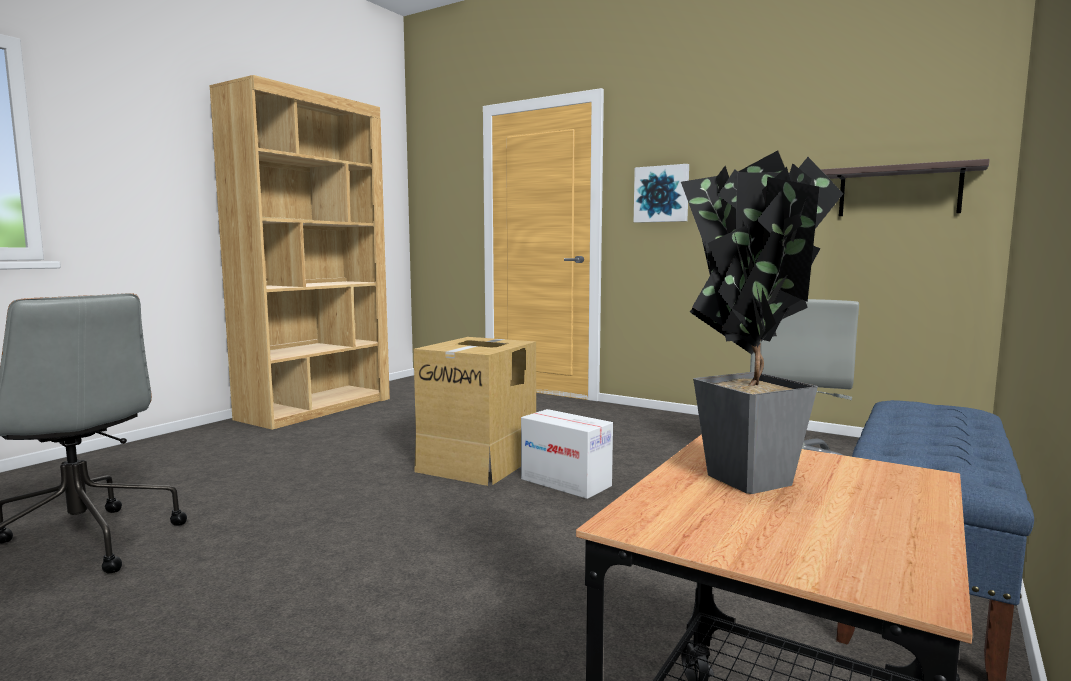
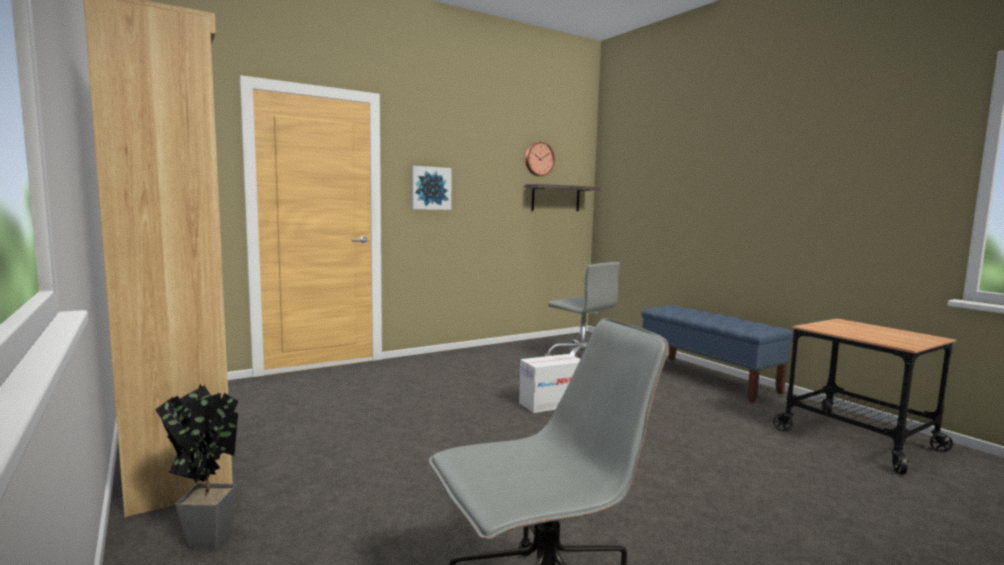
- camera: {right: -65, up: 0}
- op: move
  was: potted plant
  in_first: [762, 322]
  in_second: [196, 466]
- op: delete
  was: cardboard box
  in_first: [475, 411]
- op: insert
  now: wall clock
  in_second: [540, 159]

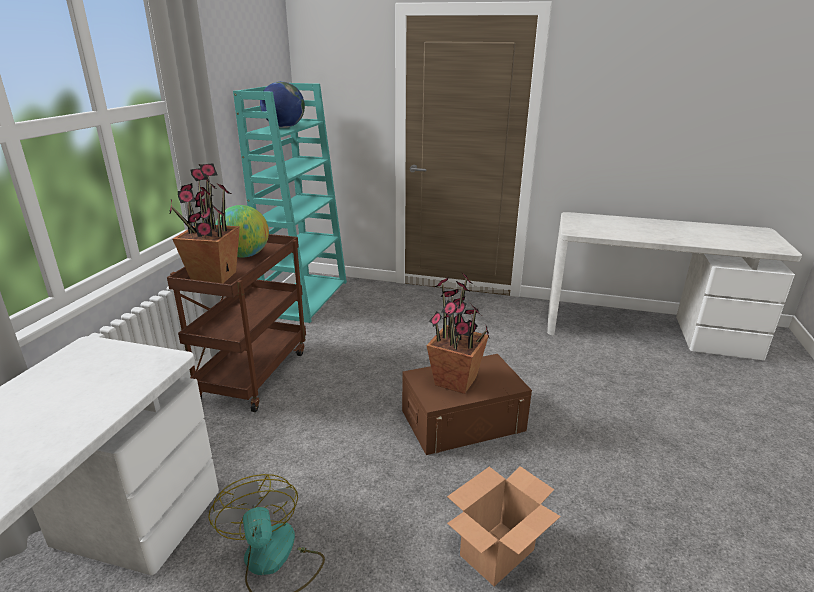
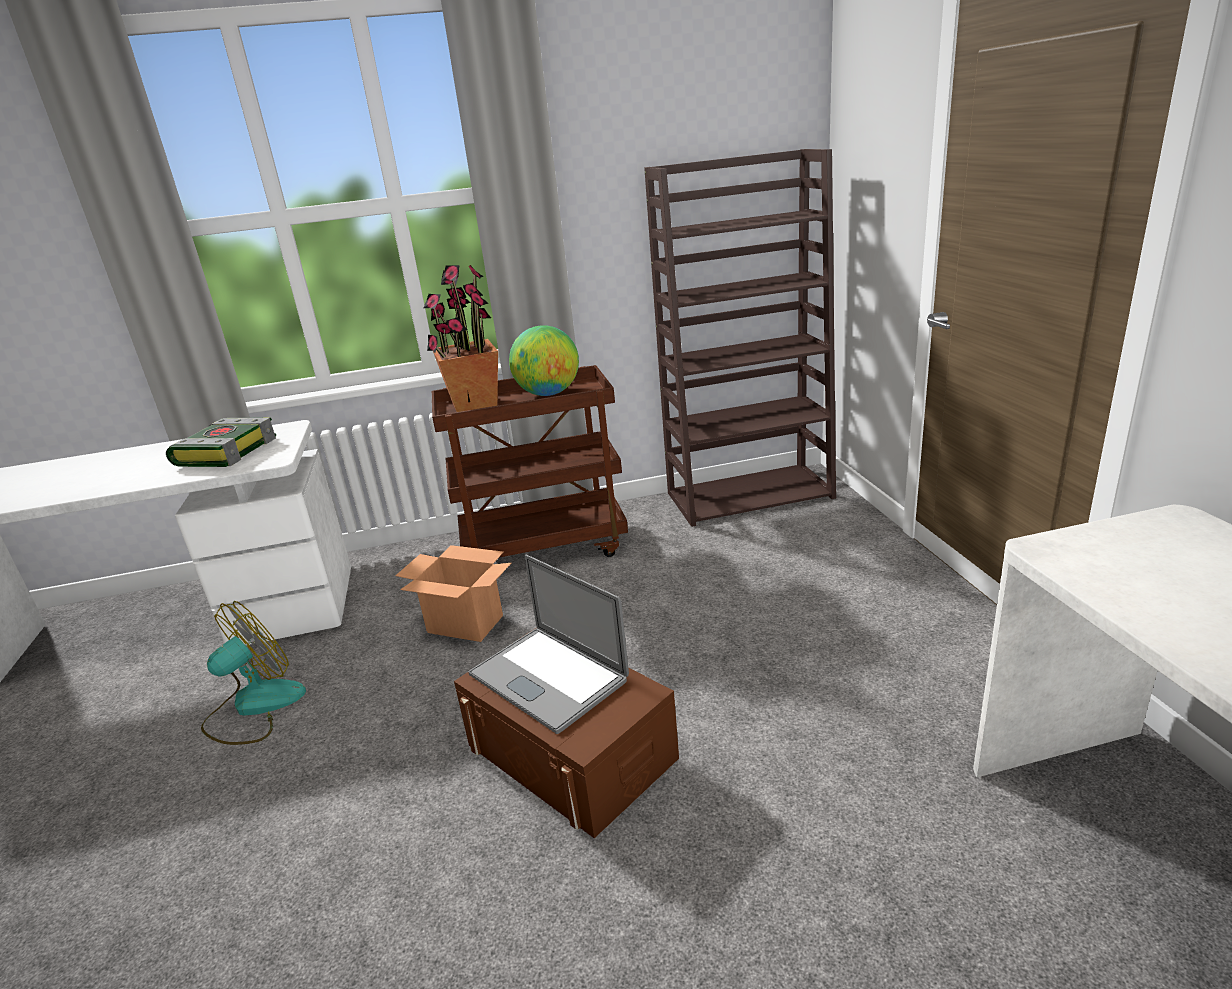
- camera: {right: 65, up: 0}
- op: delete
  was: globe
  in_first: [282, 104]
- op: recolor
  was: bookcase (turquoise)
  now: bookcase (brown)
  in_first: [290, 203]
  in_second: [740, 338]
- op: replace
  was: potted plant
  now: laptop
  in_first: [457, 333]
  in_second: [549, 644]
- op: move
  was: cardboard box
  in_first: [504, 526]
  in_second: [453, 593]
- op: insert
  now: book
  in_second: [221, 442]

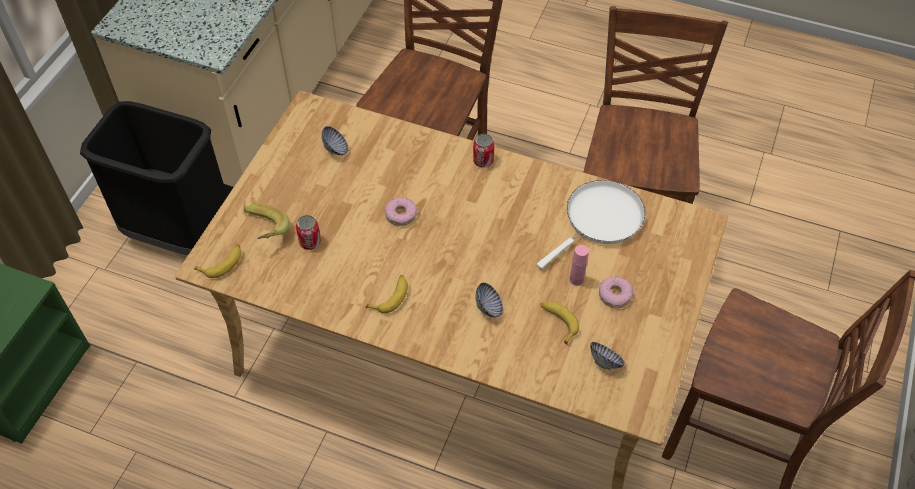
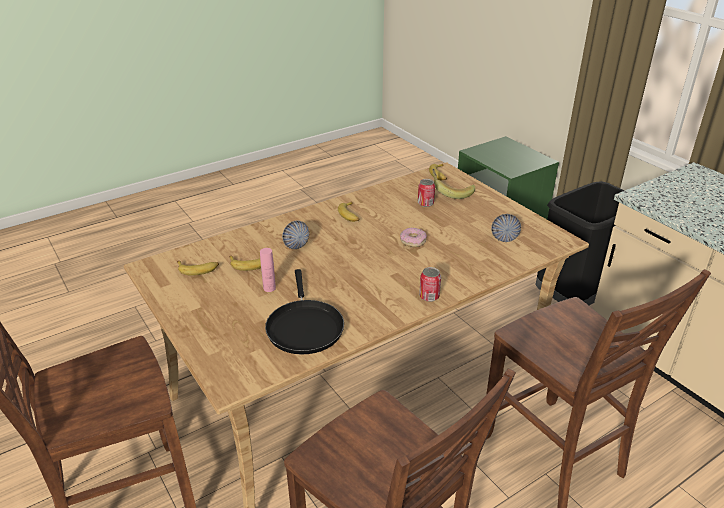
- camera: {right: 125, up: -20}
- op: recolor
  was: frying pan (white)
  now: frying pan (black)
  in_first: [591, 224]
  in_second: [304, 312]
- op: delete
  was: donut
  in_first: [616, 292]
- op: replace
  was: bowl
  now: banana
  in_first: [607, 356]
  in_second: [198, 268]

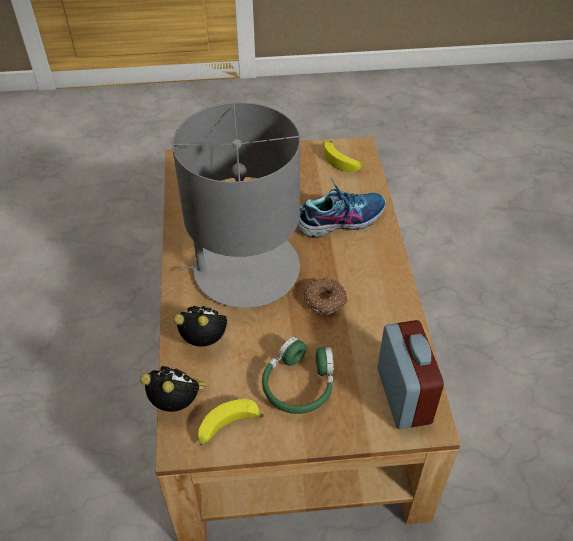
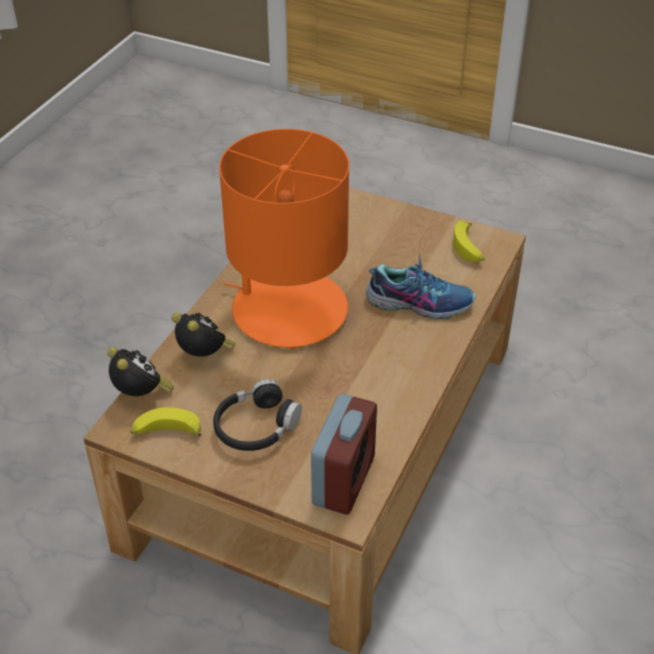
- camera: {right: 30, up: -5}
- op: recolor
  was: table lamp (grey)
  now: table lamp (orange)
  in_first: [236, 205]
  in_second: [284, 239]
- op: delete
  was: donut
  in_first: [325, 296]
- op: recolor
  was: headphones (green)
  now: headphones (black)
  in_first: [298, 375]
  in_second: [257, 415]

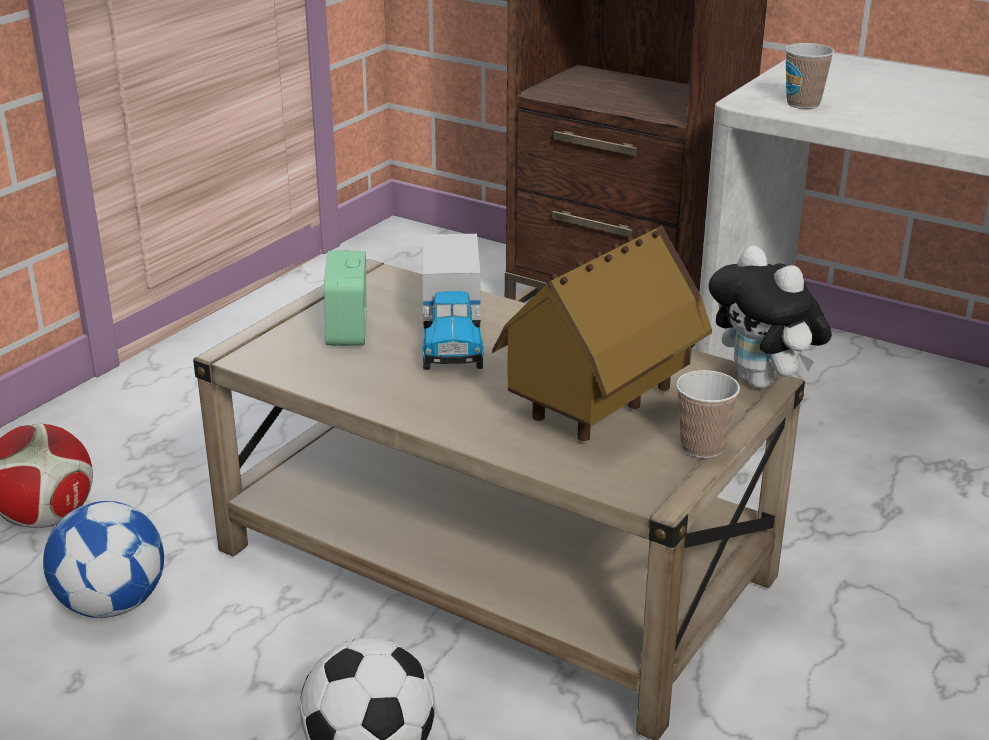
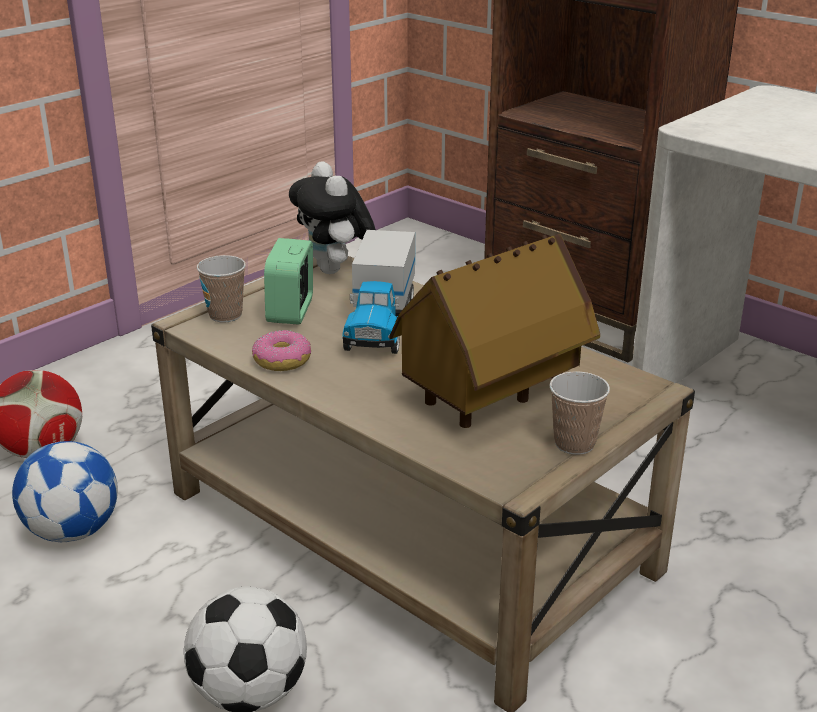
- camera: {right: 10, up: 0}
- op: move
  was: cup
  in_first: [809, 76]
  in_second: [221, 288]
- op: move
  was: plush toy
  in_first: [770, 317]
  in_second: [332, 217]
- op: insert
  now: donut
  in_second: [281, 350]

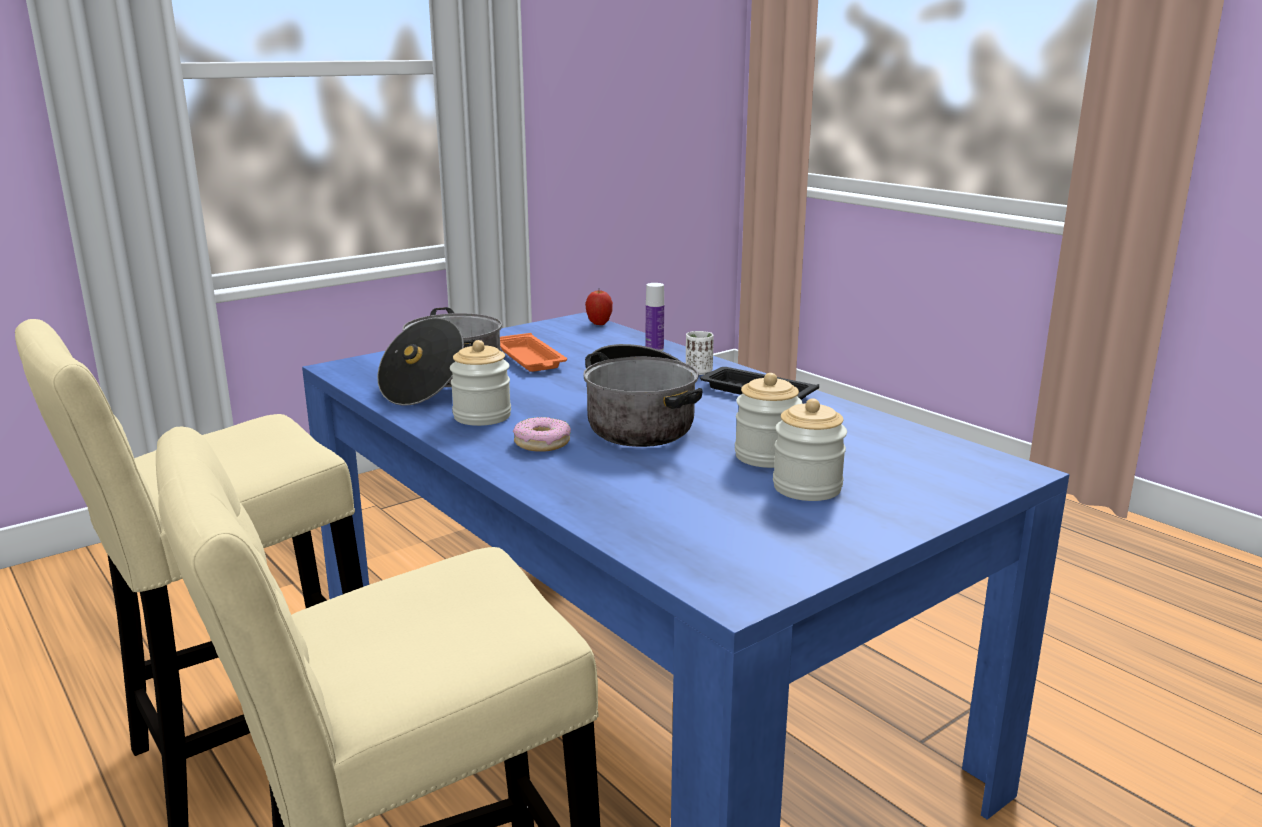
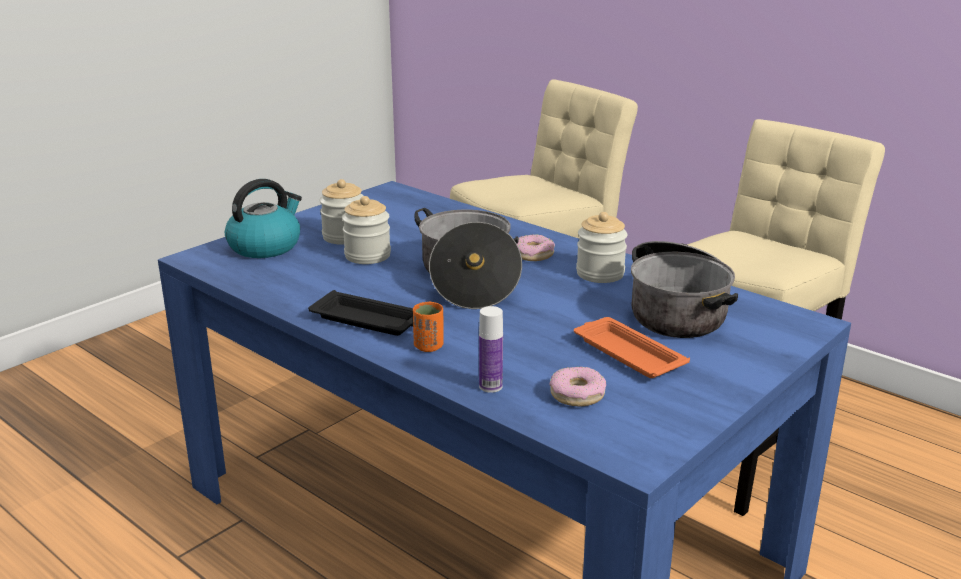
- camera: {right: 170, up: 5}
- op: delete
  was: apple
  in_first: [599, 307]
- op: recolor
  was: cup (white)
  now: cup (orange)
  in_first: [700, 353]
  in_second: [428, 327]
- op: insert
  now: kettle
  in_second: [263, 218]
- op: insert
  now: donut
  in_second: [577, 386]

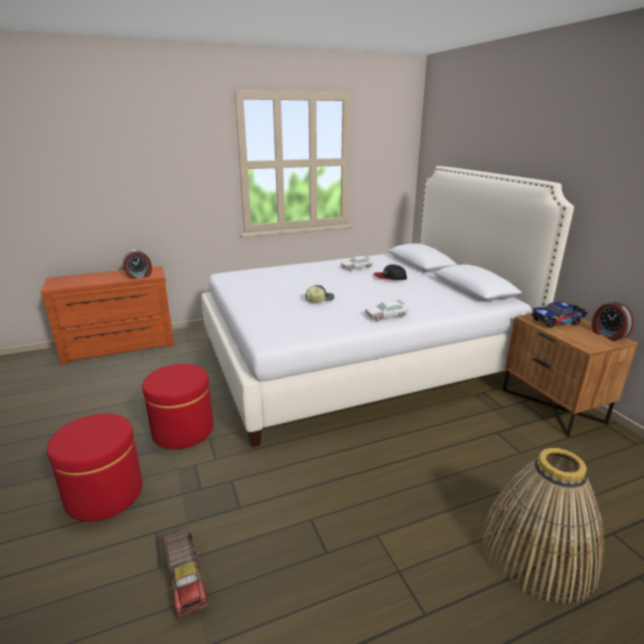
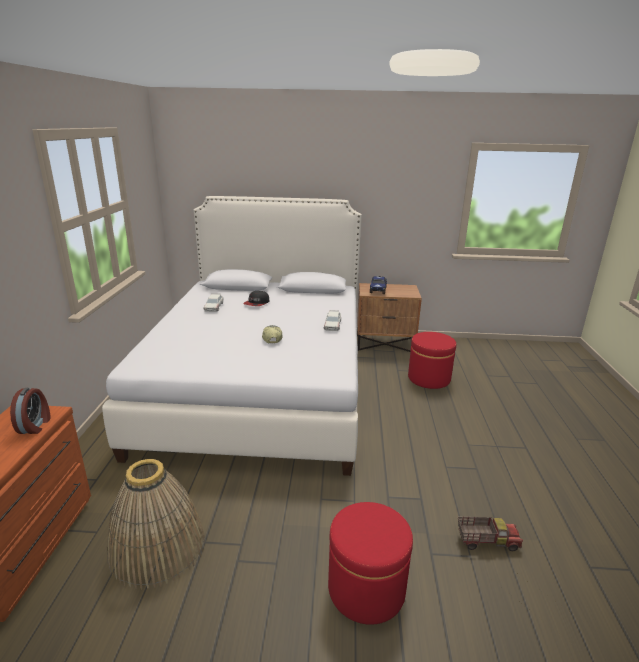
- camera: {right: -65, up: 0}
- op: delete
  was: alarm clock
  in_first: [613, 321]
- op: move
  was: ottoman (red)
  in_first: [178, 406]
  in_second: [432, 360]
- op: move
  was: basket
  in_first: [543, 526]
  in_second: [156, 524]

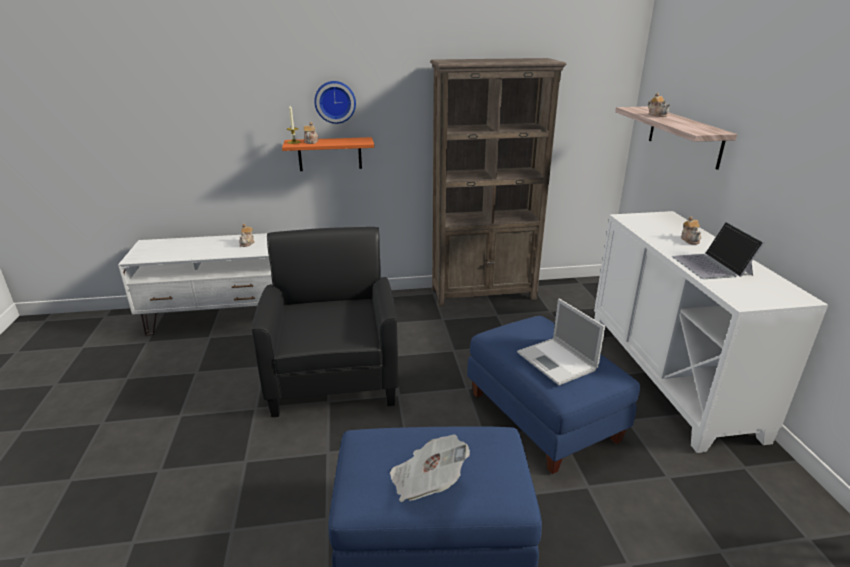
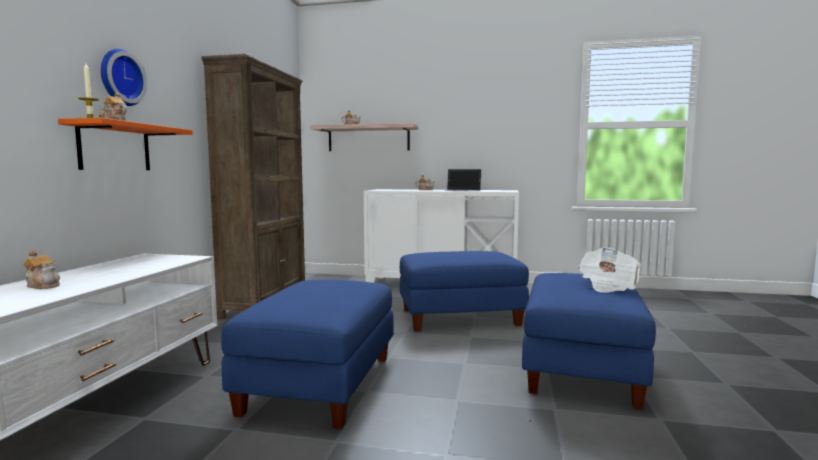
- camera: {right: -70, up: -20}
- op: replace
  was: armchair (black)
  now: ottoman (blue)
  in_first: [325, 322]
  in_second: [307, 354]
- op: delete
  was: laptop
  in_first: [561, 342]

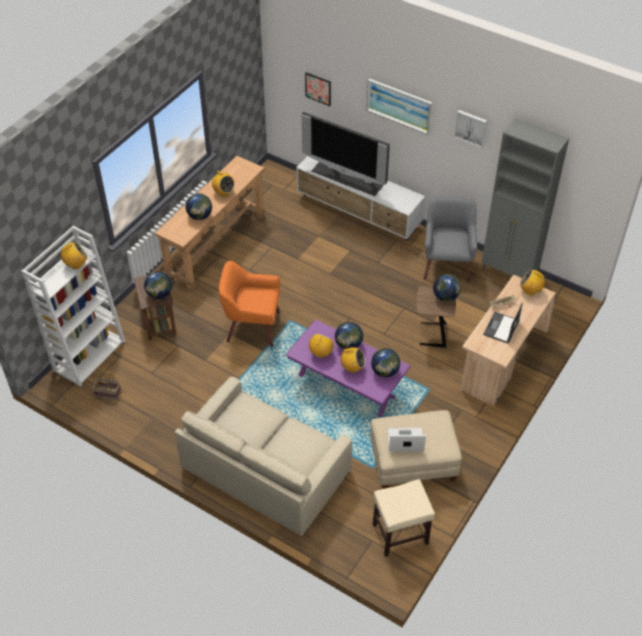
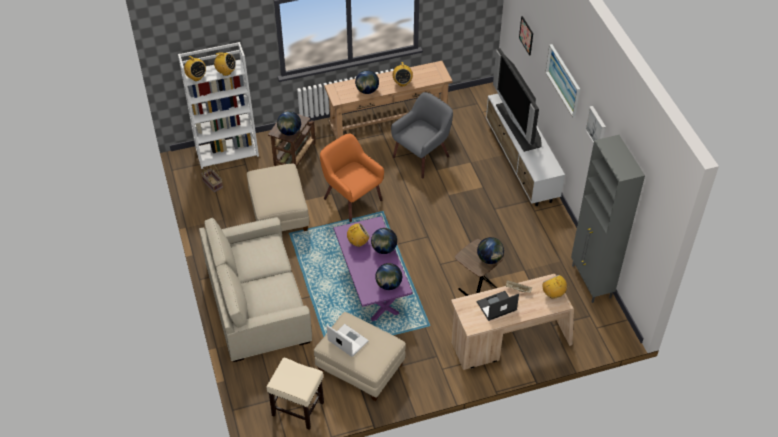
- camera: {right: 40, up: 0}
- op: move
  was: armchair (grey)
  in_first: [450, 239]
  in_second: [422, 135]
- op: move
  was: radio
  in_first: [353, 360]
  in_second: [195, 68]
- op: insert
  now: ottoman (beige)
  in_second: [278, 197]

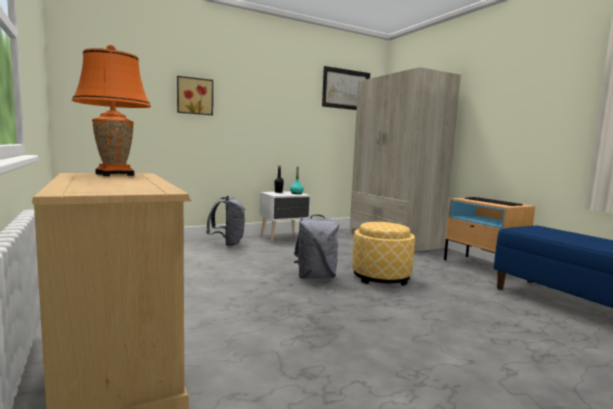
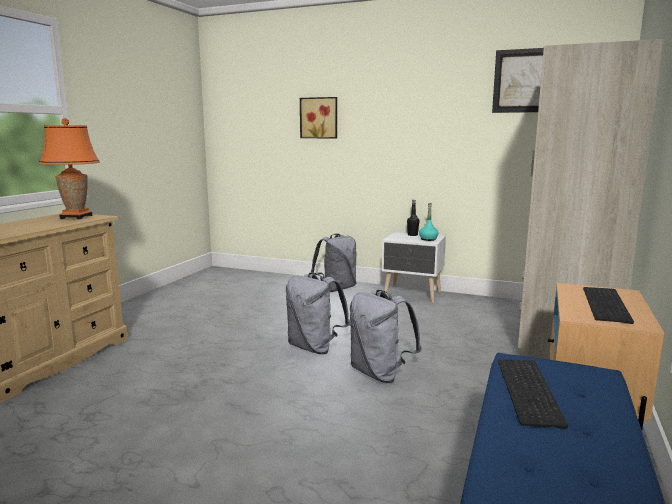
- camera: {right: 50, up: 5}
- op: replace
  was: ottoman
  now: backpack (grey)
  in_first: [383, 253]
  in_second: [386, 336]
- op: insert
  now: keyboard
  in_second: [533, 394]

